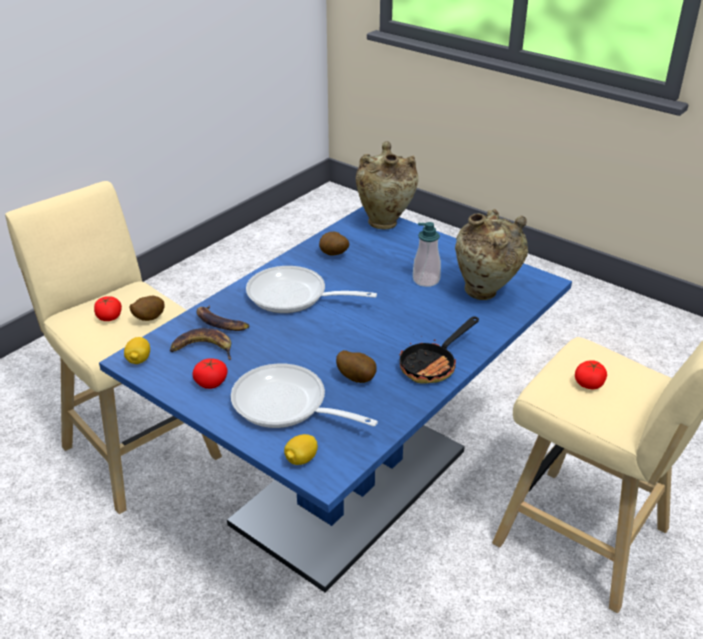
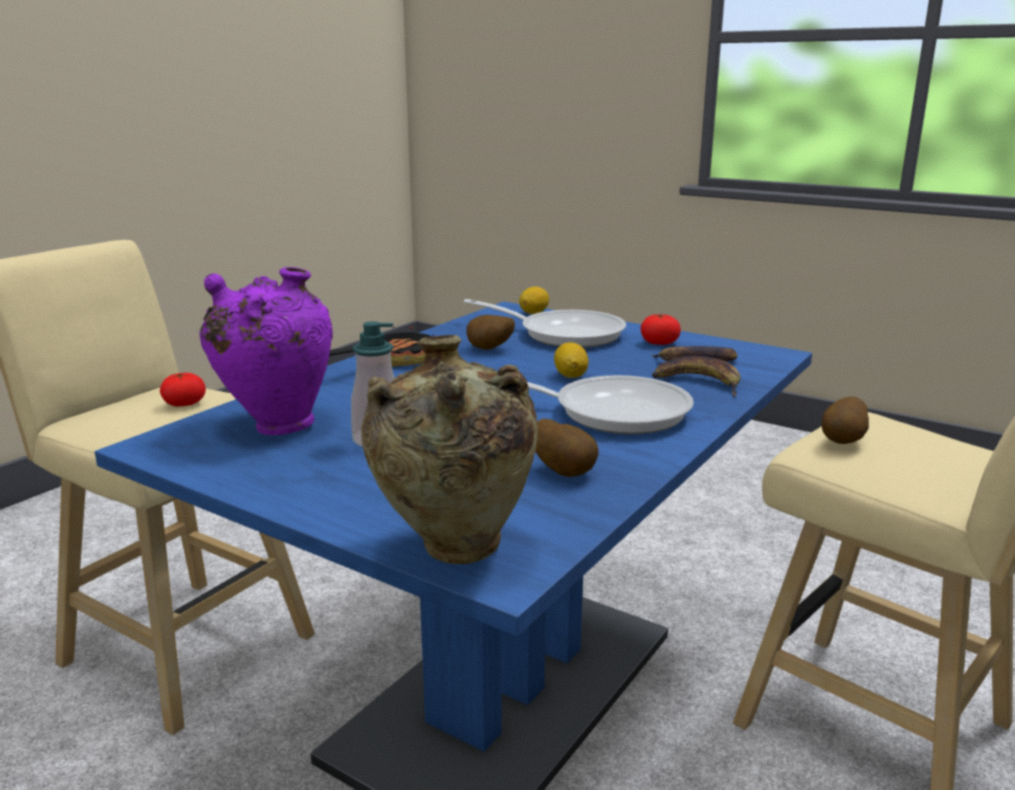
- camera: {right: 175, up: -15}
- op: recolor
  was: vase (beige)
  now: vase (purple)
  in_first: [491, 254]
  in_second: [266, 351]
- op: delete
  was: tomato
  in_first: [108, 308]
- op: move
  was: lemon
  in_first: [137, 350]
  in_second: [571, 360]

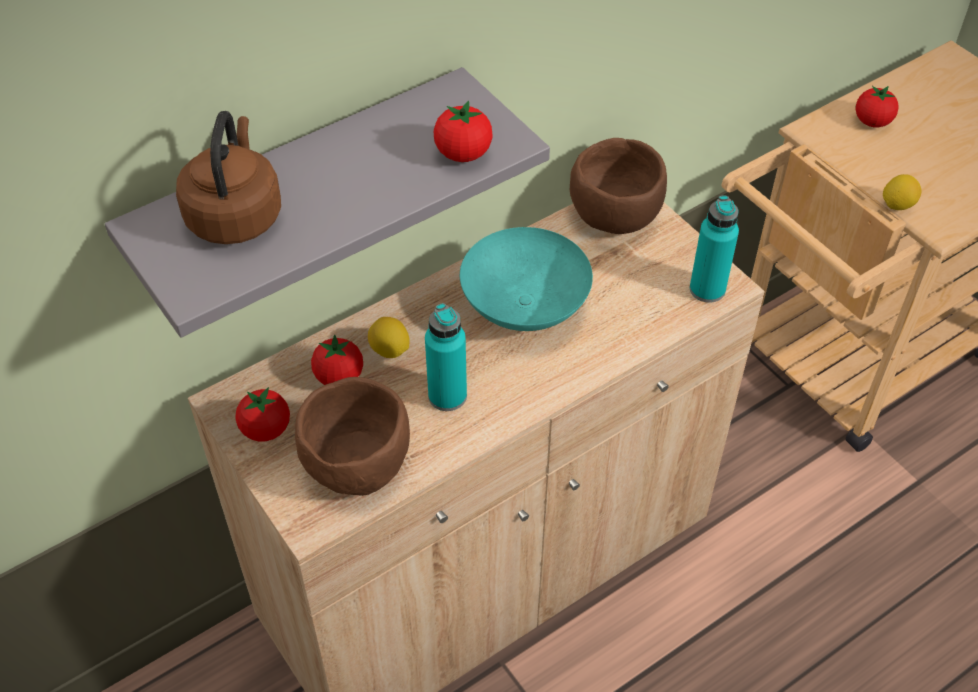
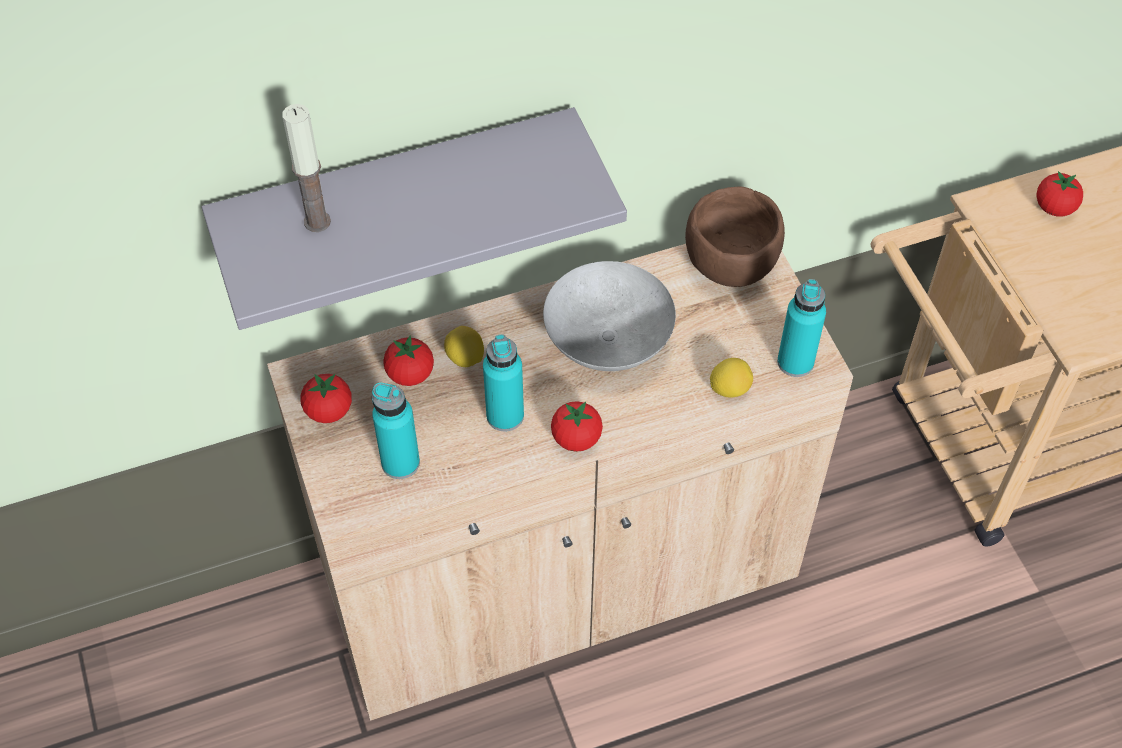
- camera: {right: 15, up: 5}
- op: move
  was: tomato
  in_first: [463, 131]
  in_second: [577, 426]
- op: replace
  was: kettle (brown)
  now: candle
  in_first: [228, 177]
  in_second: [306, 168]
- op: move
  was: lemon
  in_first: [902, 192]
  in_second: [731, 378]
- op: recolor
  was: bowl (turquoise)
  now: bowl (grey)
  in_first: [526, 279]
  in_second: [609, 316]
- op: replace
  was: bowl (brown)
  now: bottle (turquoise)
  in_first: [352, 436]
  in_second: [396, 431]

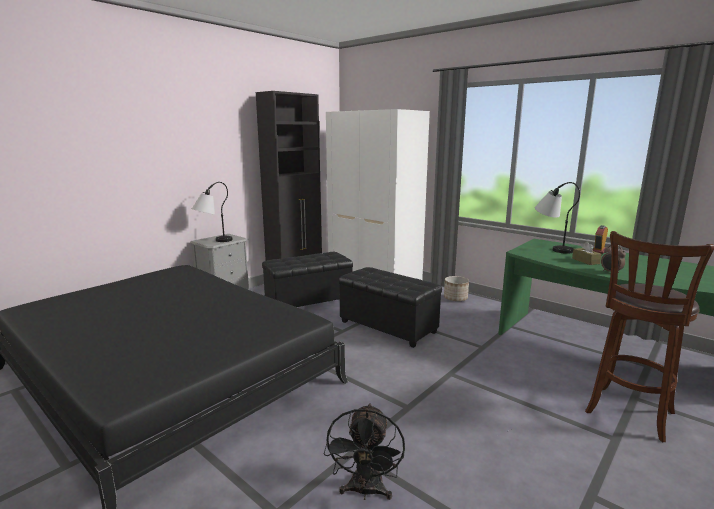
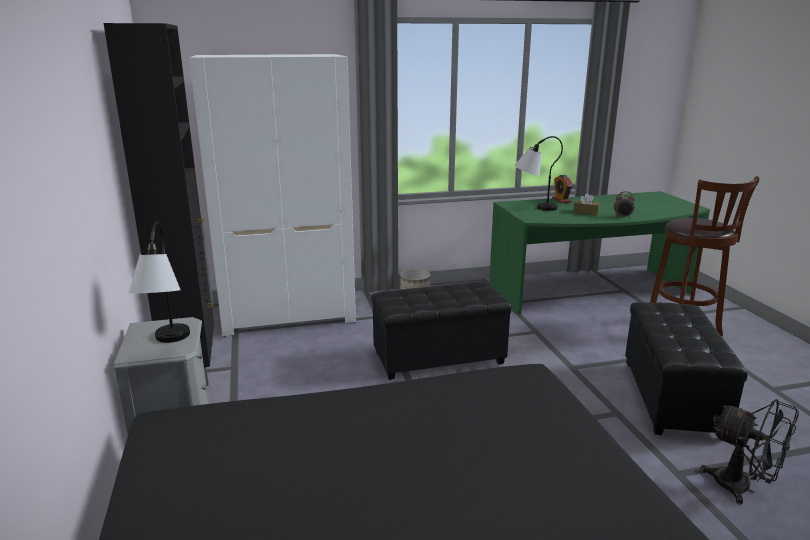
- camera: {right: -55, up: 5}
- op: move
  was: ottoman (black)
  in_first: [307, 279]
  in_second: [686, 368]

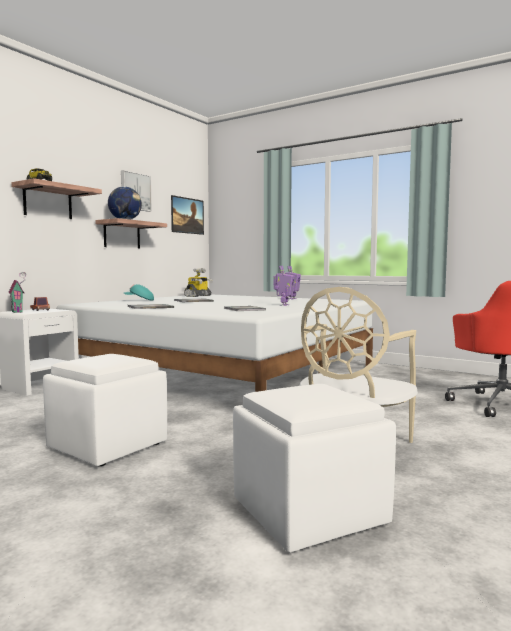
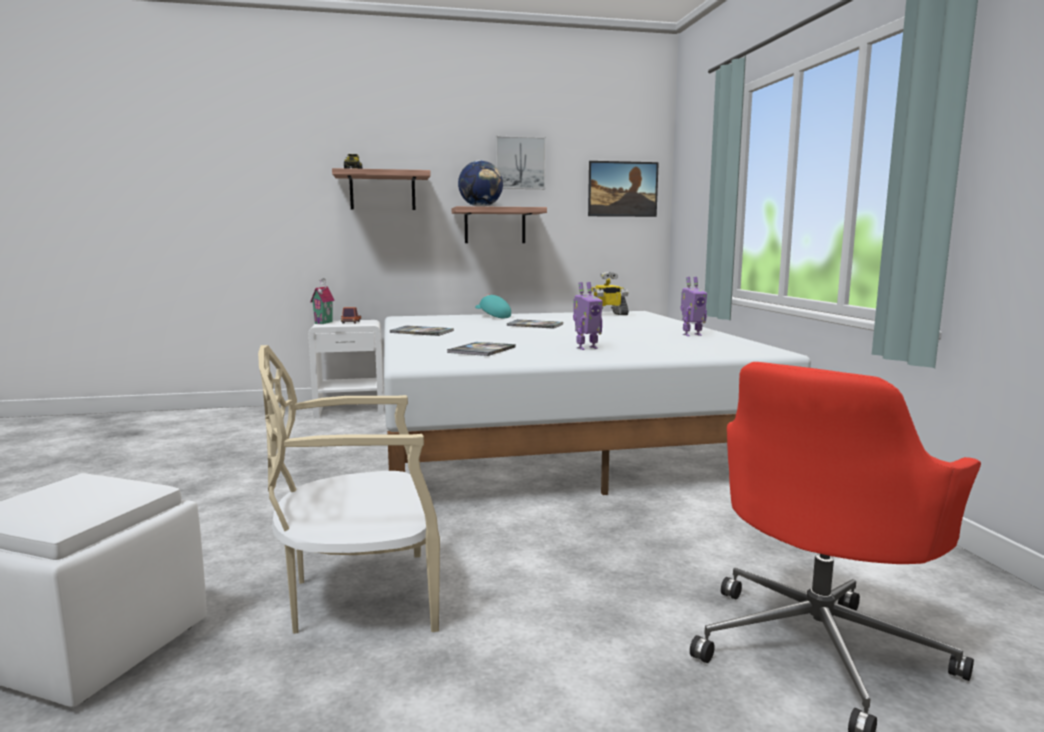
- camera: {right: 45, up: 5}
- op: delete
  was: ottoman (white)
  in_first: [105, 410]

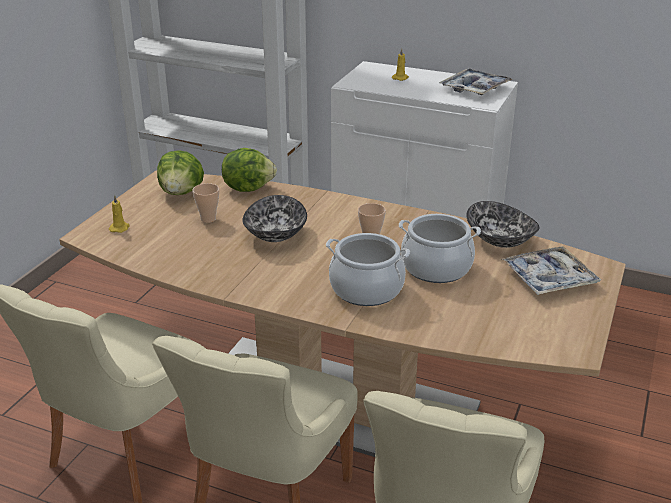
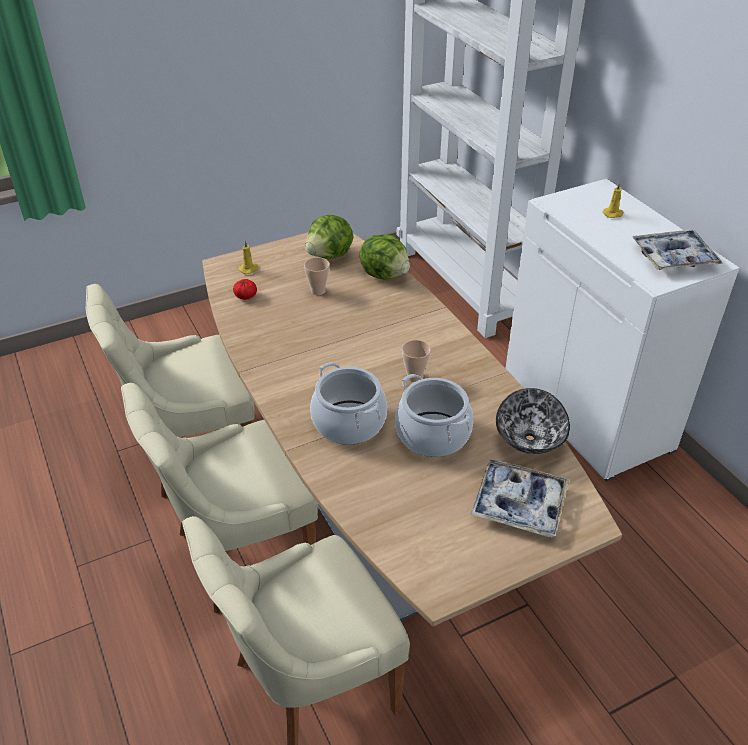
- camera: {right: 40, up: 10}
- op: delete
  was: bowl
  in_first: [274, 218]
- op: insert
  now: tomato
  in_second: [245, 289]

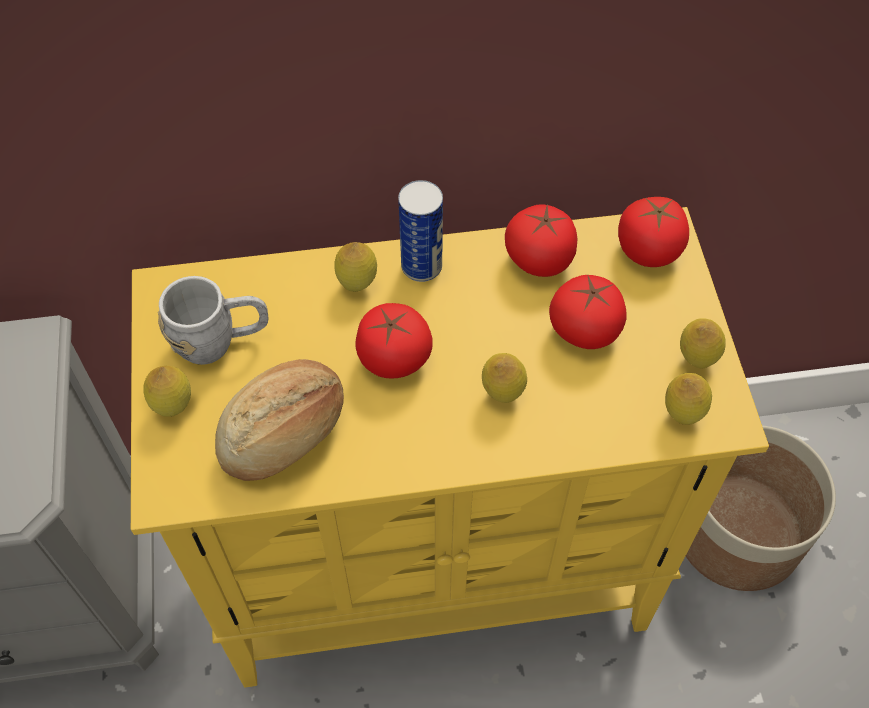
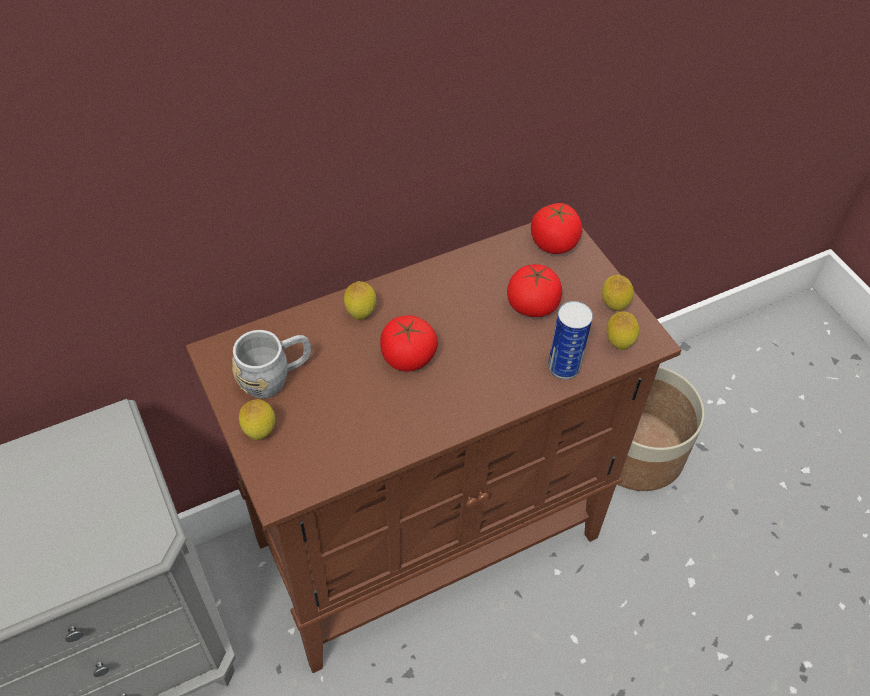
- camera: {right: -20, up: -5}
- op: move
  was: can
  in_first: [420, 231]
  in_second: [570, 340]
- op: delete
  was: tomato
  in_first: [541, 240]
- op: recolor
  was: cabinet (yellow)
  now: cabinet (brown)
  in_first: [450, 447]
  in_second: [433, 448]
- op: delete
  was: lemon
  in_first: [504, 378]
- op: delete
  was: bread
  in_first: [279, 420]

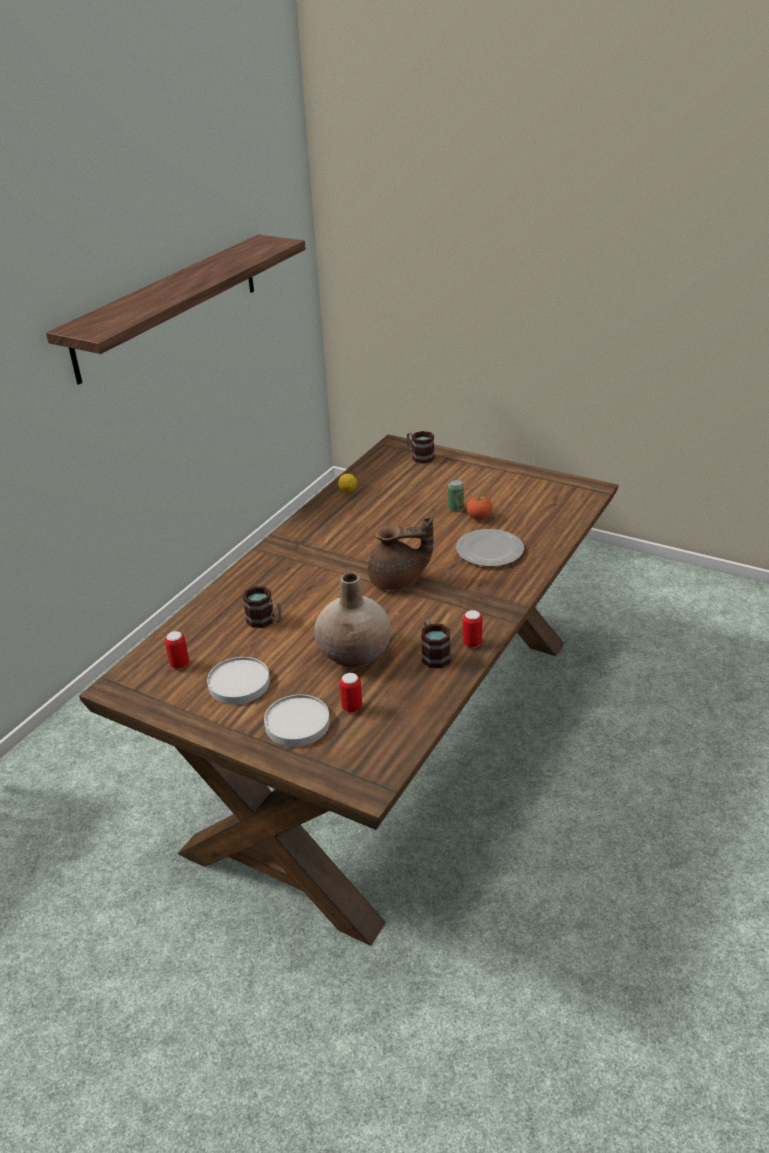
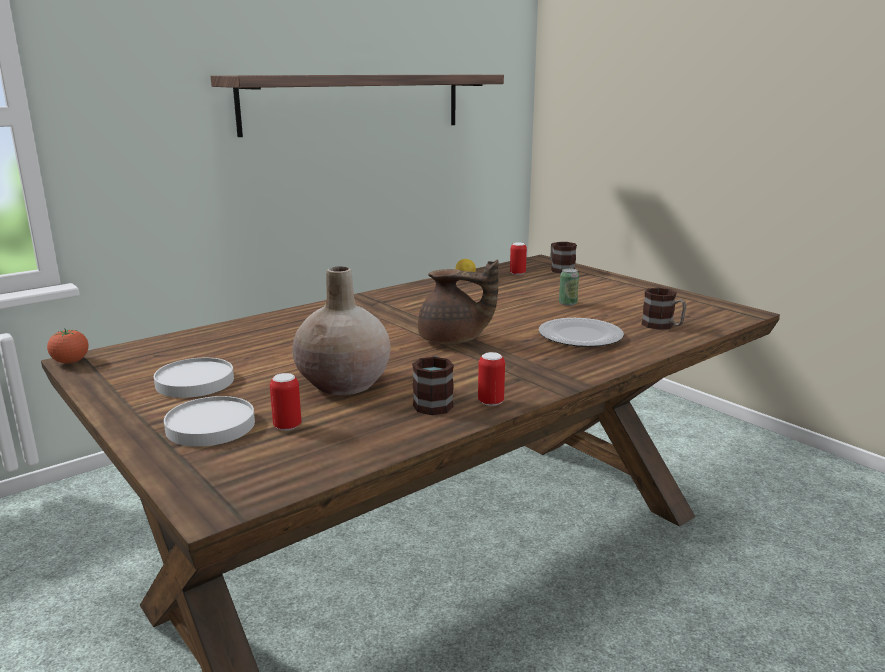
- camera: {right: 20, up: -15}
- op: move
  was: tomato
  in_first: [479, 507]
  in_second: [68, 345]
- op: move
  was: mug
  in_first: [262, 607]
  in_second: [664, 309]
- op: move
  was: can
  in_first: [177, 650]
  in_second: [518, 258]

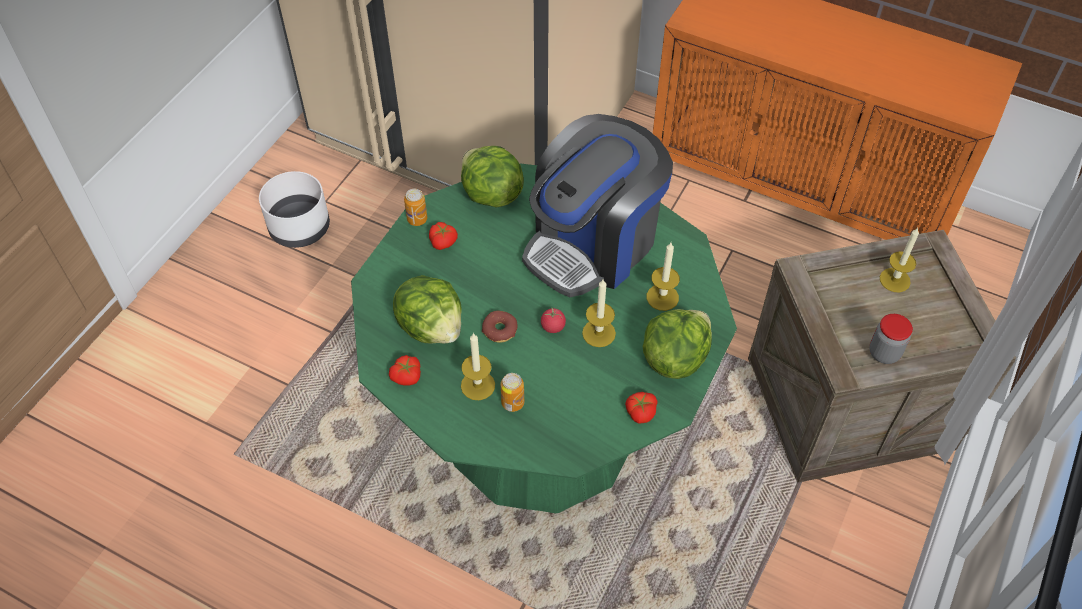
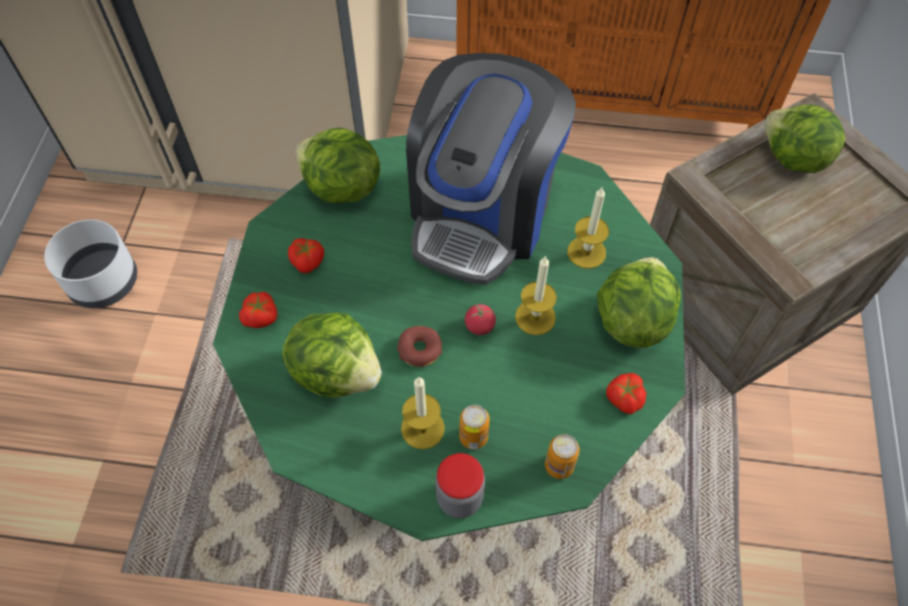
- camera: {right: -20, up: 5}
- op: move
  was: can
  in_first: [415, 207]
  in_second: [562, 456]
- op: replace
  was: candle
  now: lettuce
  in_first: [899, 260]
  in_second: [804, 139]
- op: move
  was: jar
  in_first: [891, 339]
  in_second: [460, 485]
- op: move
  was: tomato
  in_first: [405, 370]
  in_second: [258, 310]

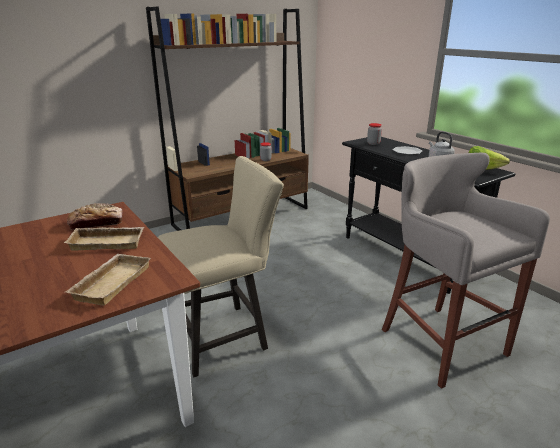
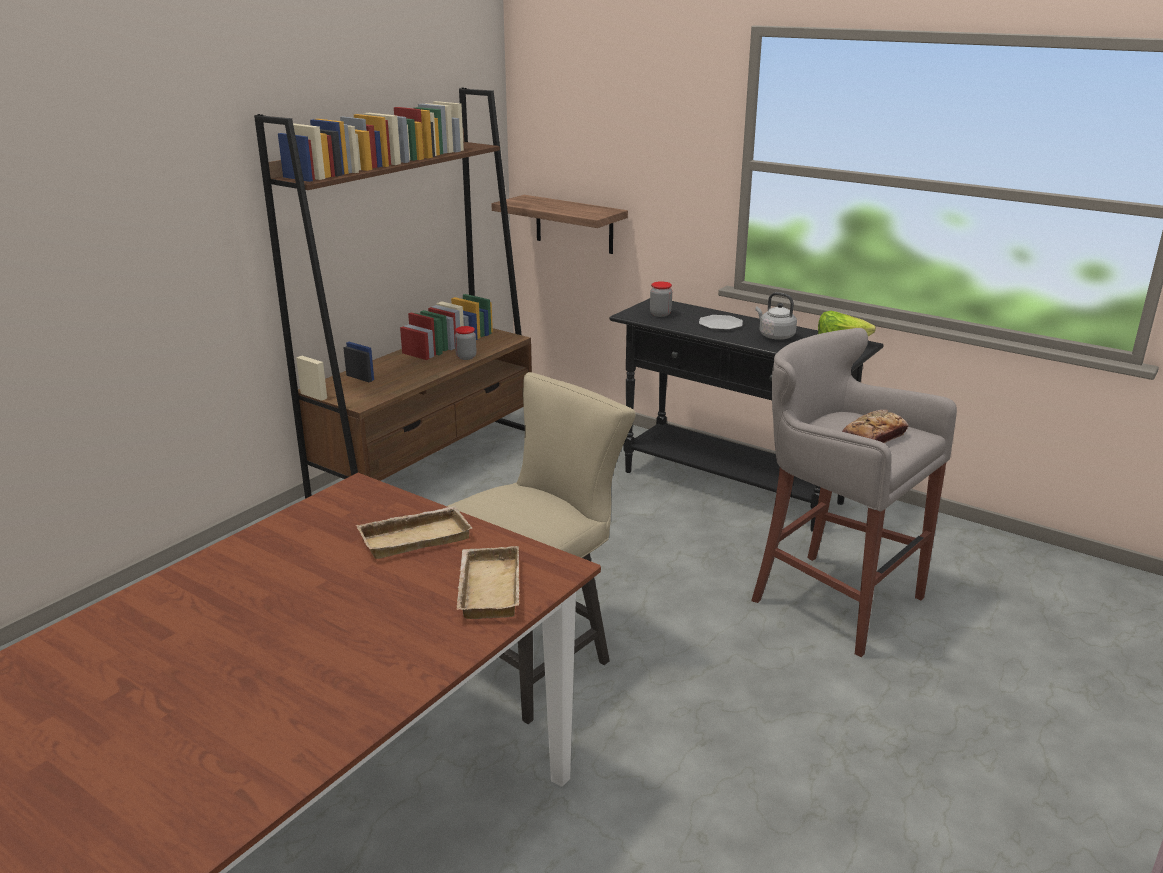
- camera: {right: -20, up: 0}
- op: move
  was: bread
  in_first: [95, 216]
  in_second: [875, 426]
- op: insert
  now: shelf
  in_second: [560, 224]

